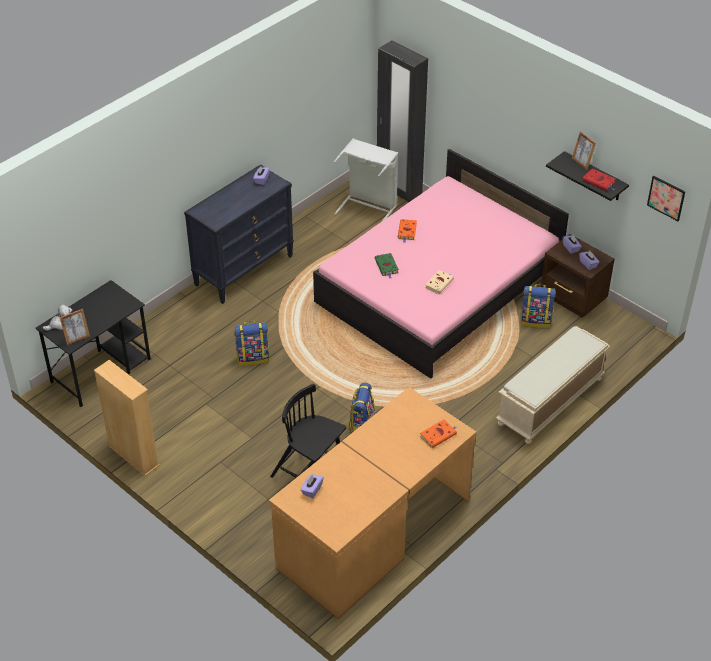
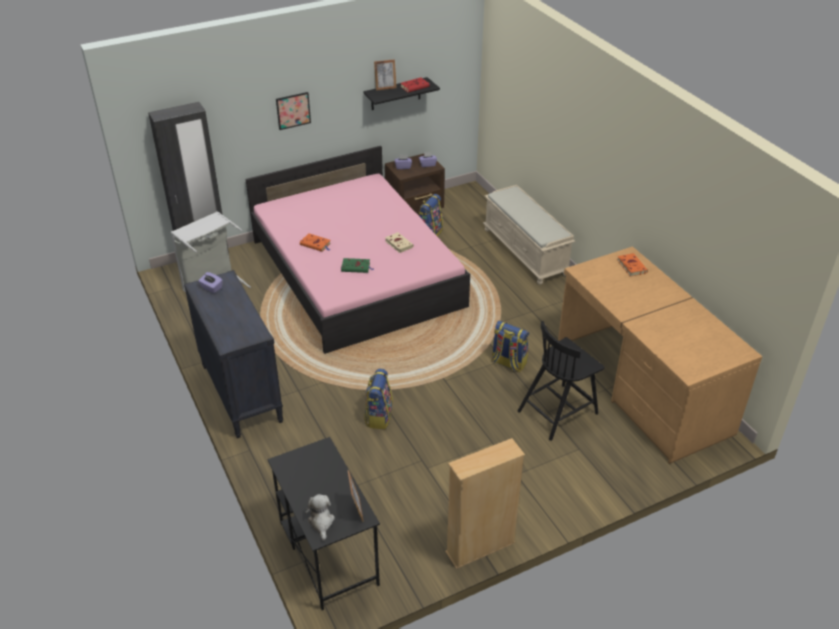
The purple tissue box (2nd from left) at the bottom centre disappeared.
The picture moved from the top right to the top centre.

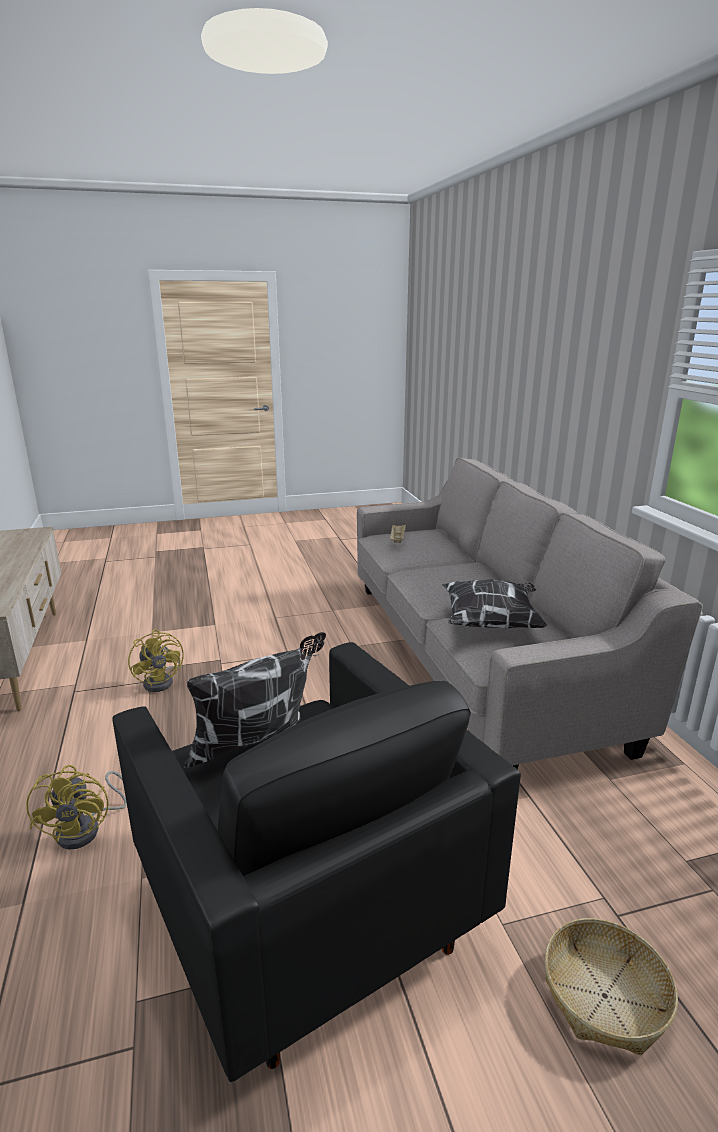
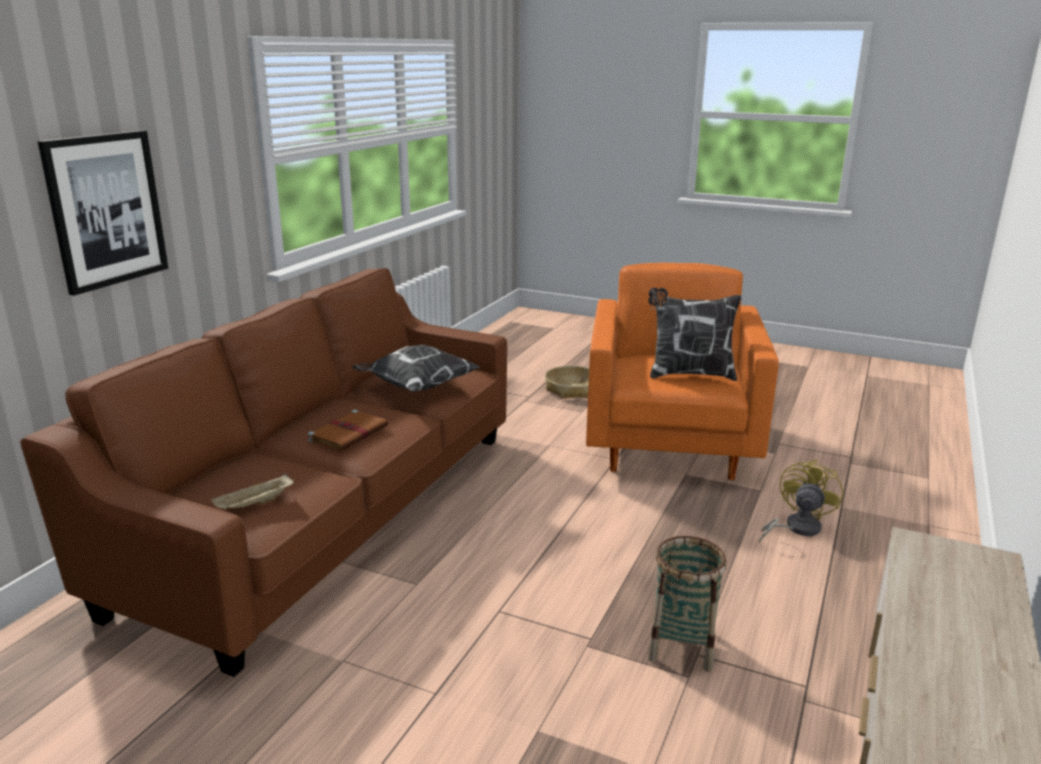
The picture at the top left appeared.
The brown book at the centre appeared.
The yellow fan (2nd from left) at the middle left was replaced by the basket (2nd from left) at the bottom centre.
The black armchair at the bottom centre became the orange armchair at the centre.
The grey sofa at the middle right became the brown sofa at the middle left.

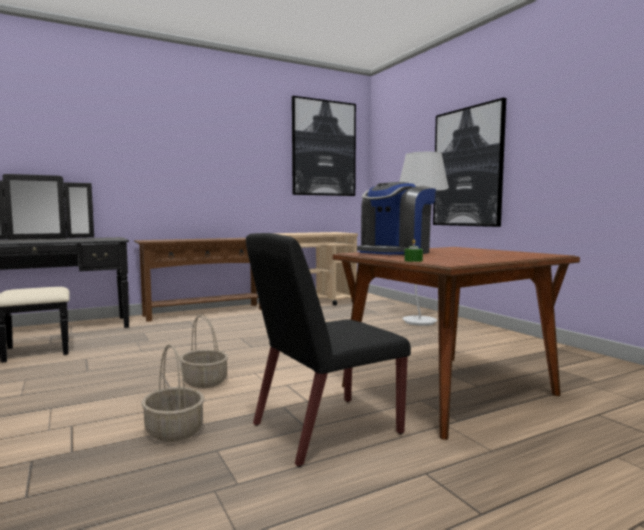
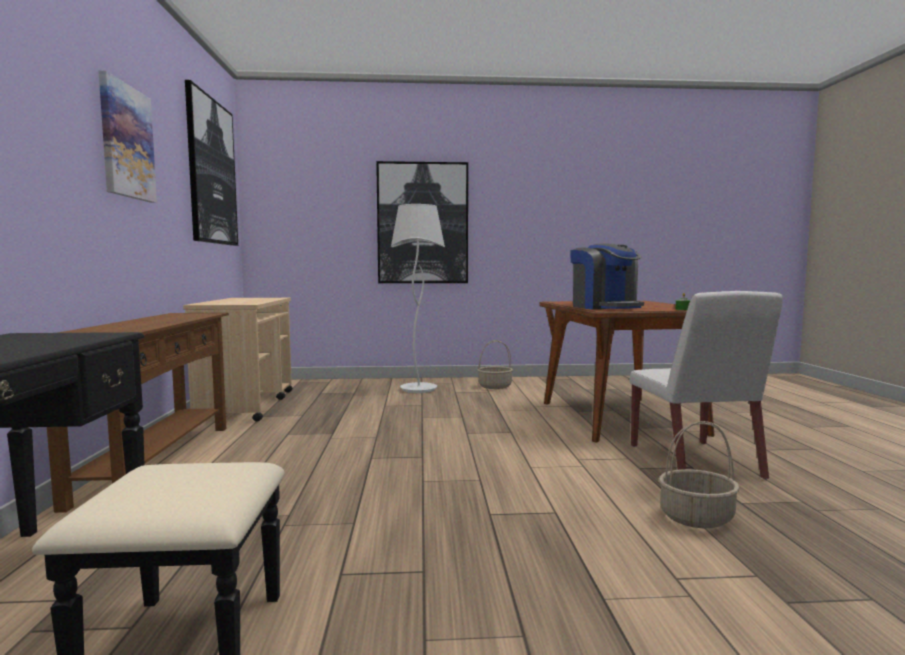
The picture (1st from left) at the top left appeared.
The basket (2nd from left in the first image) moved from the middle left to the centre.
The black chair at the centre became the white chair at the middle right.

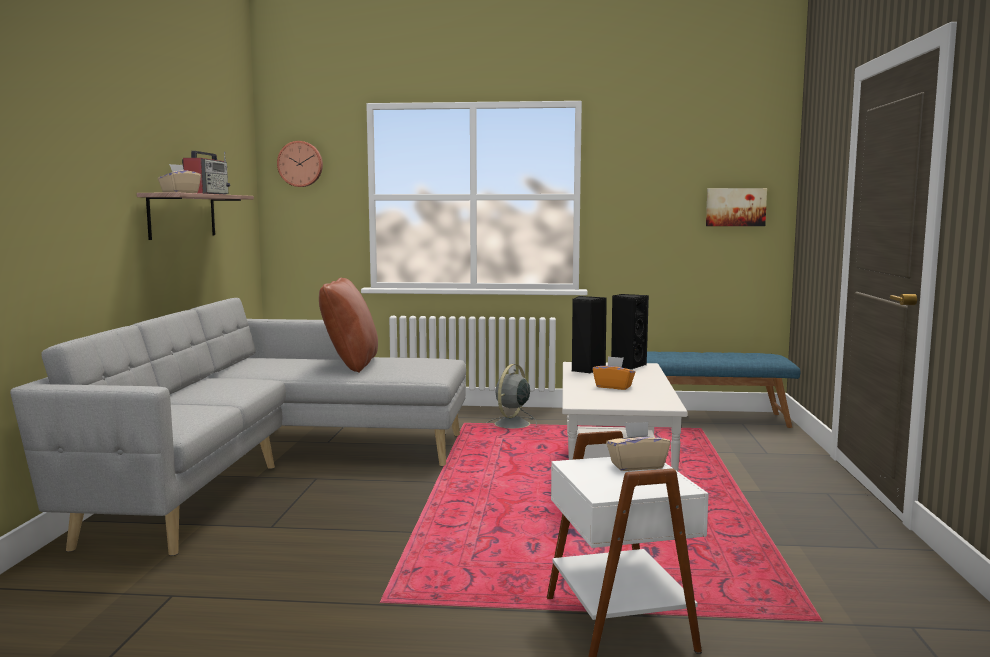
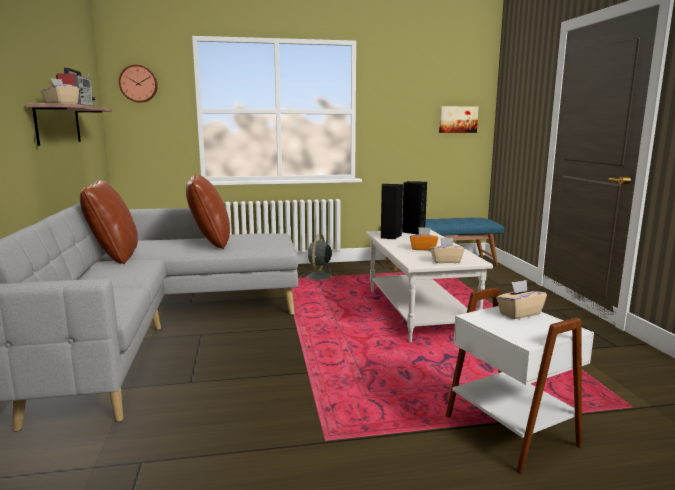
The brown pillow (1st from left) at the middle left appeared.
The beige tissue box (2nd from left) at the centre appeared.

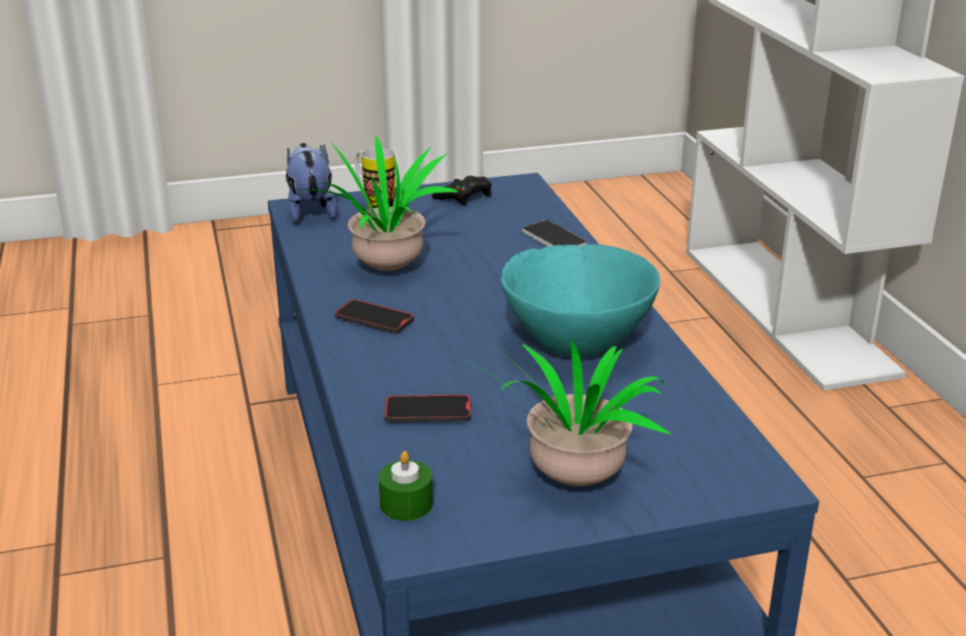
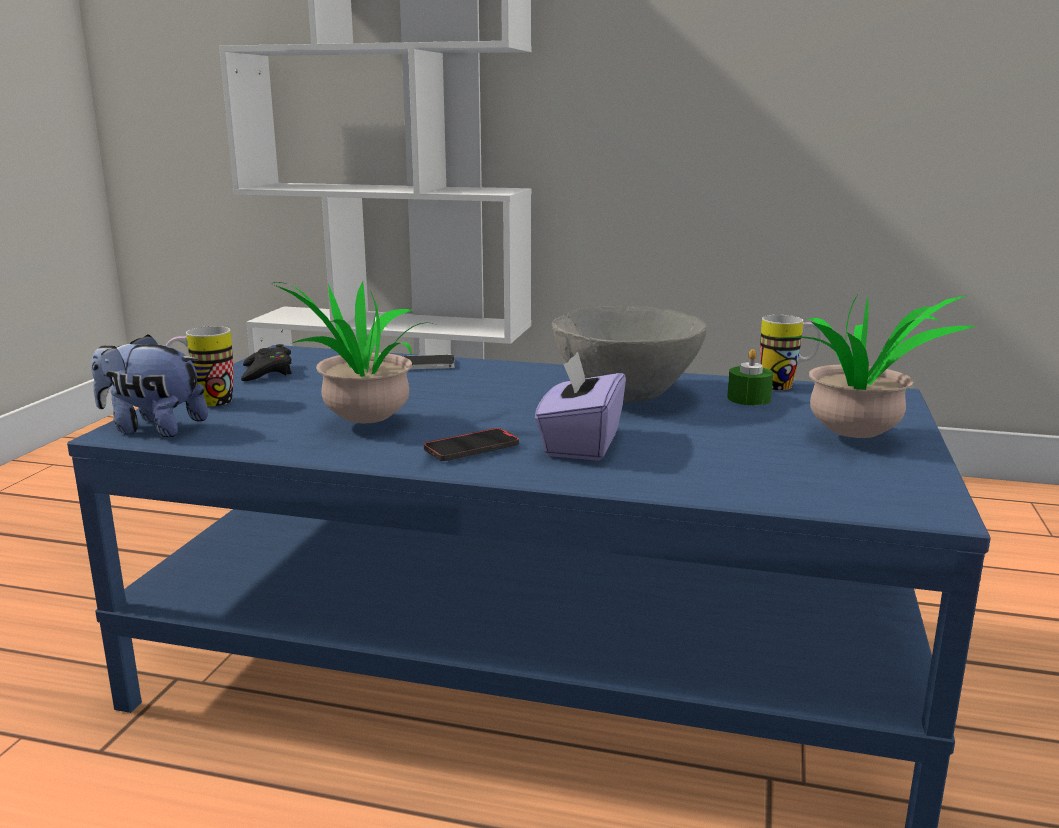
The phone (2nd from left) at the centre disappeared.
The purple tissue box at the centre appeared.
The mug (2nd from left) at the middle right appeared.
The green candle moved from the bottom centre to the middle right.
The turquoise bowl at the centre became the grey bowl at the centre.

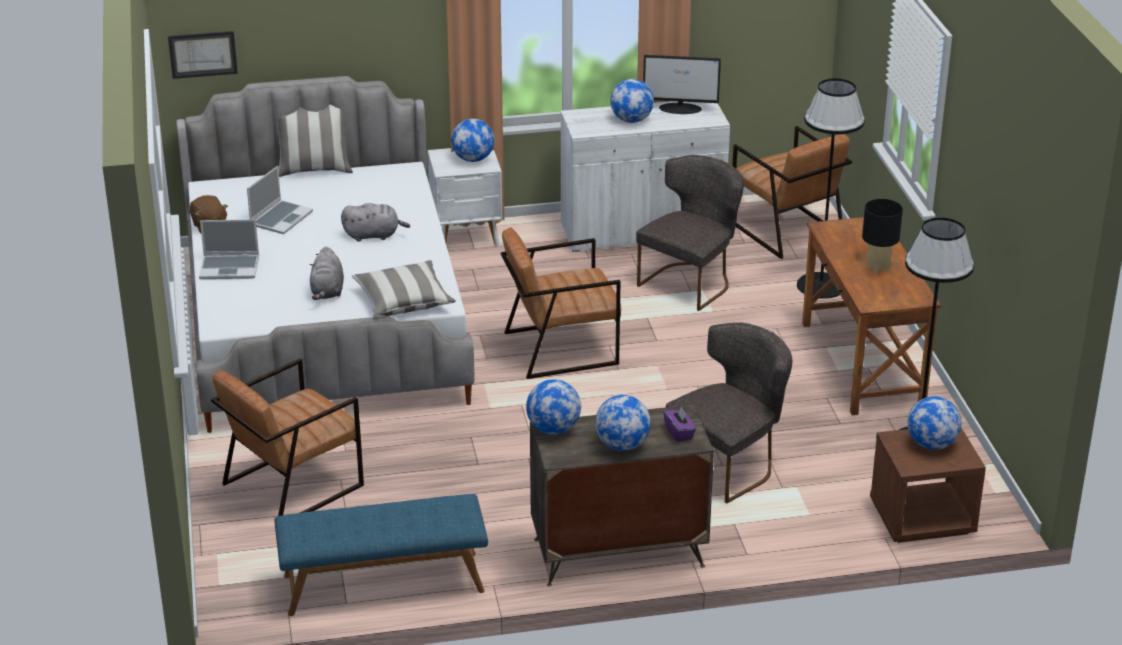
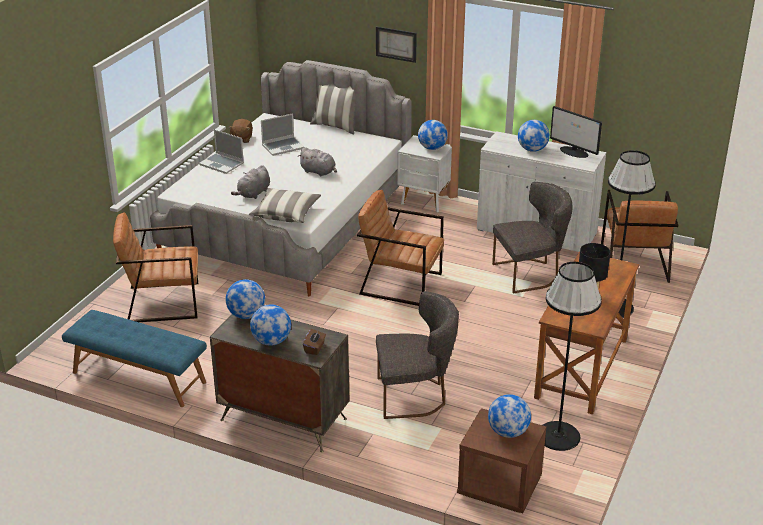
The picture moved from the top left to the top centre.
The purple tissue box at the centre became the brown tissue box at the centre.

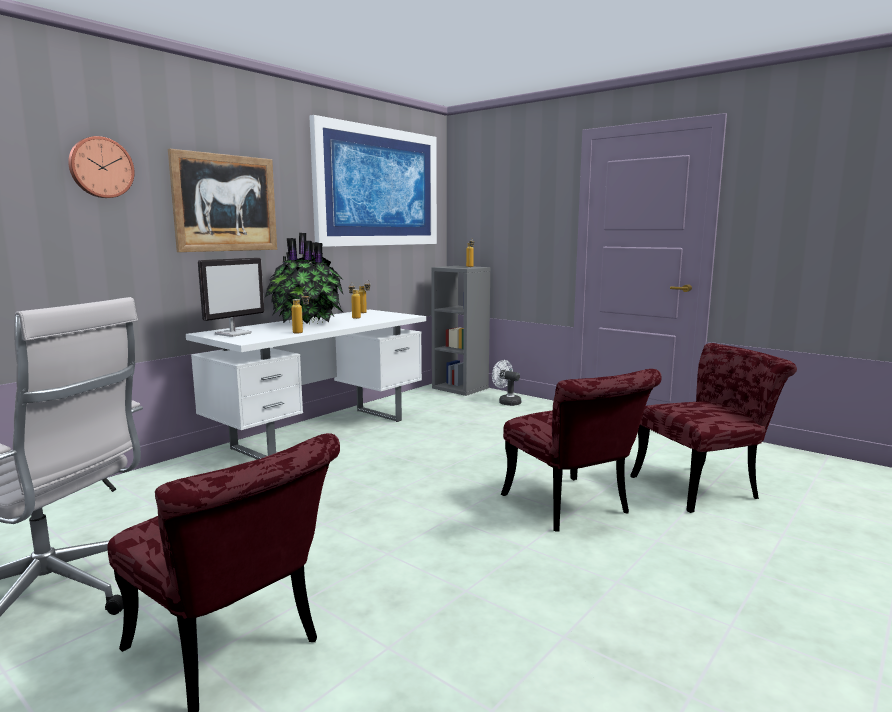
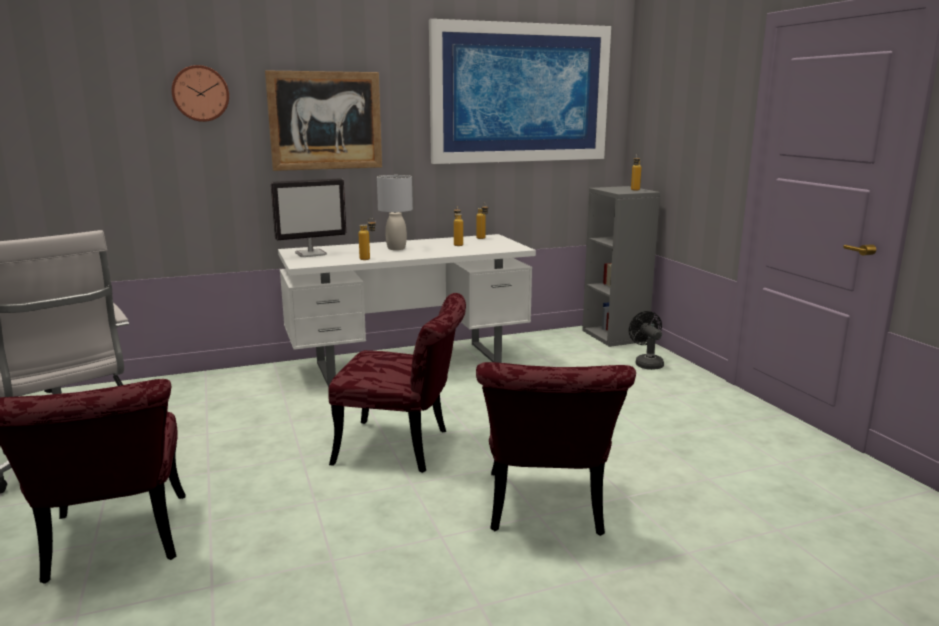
The red chair (3rd from left in the first image) moved from the middle right to the centre.
The potted plant at the centre was replaced by the grey table lamp at the centre.
The white fan at the centre became the black fan at the middle right.

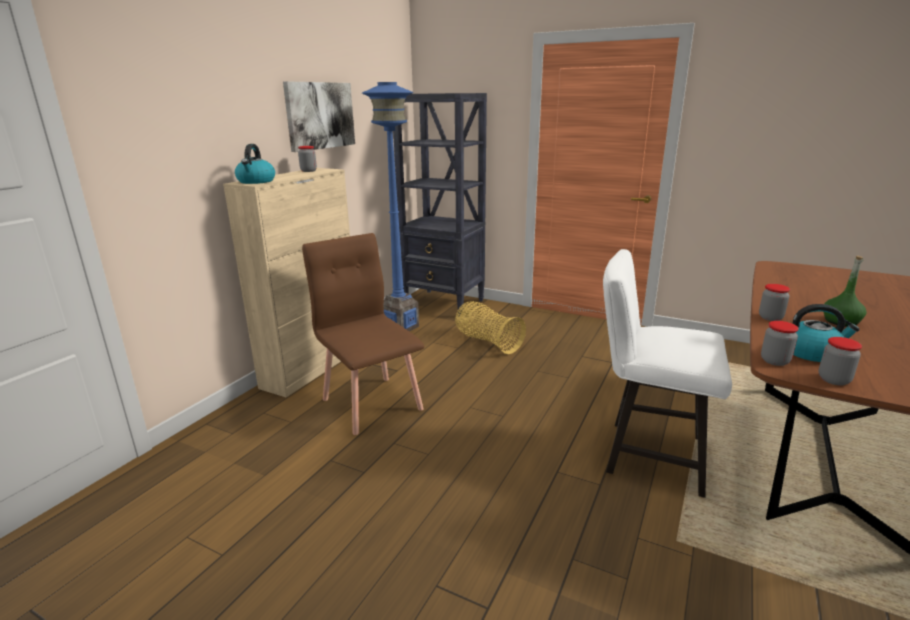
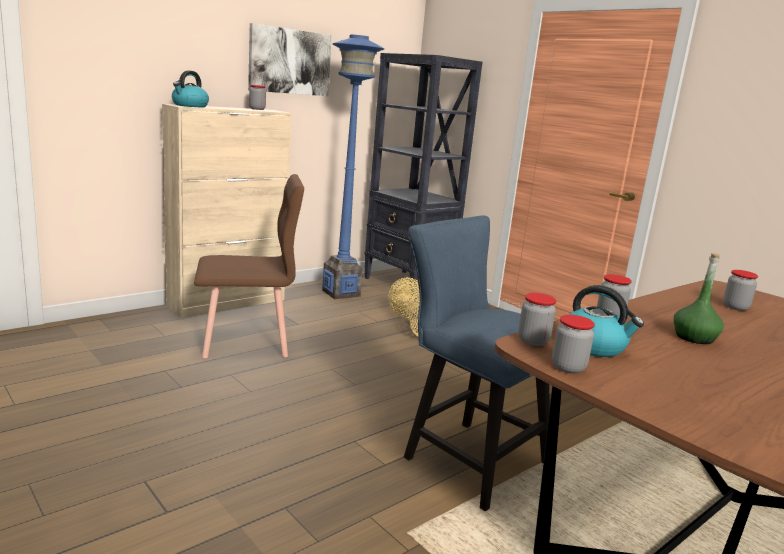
The jar (5th from left) at the middle right appeared.
The white chair at the middle right became the blue chair at the centre.
The brown chair at the centre turned 90 degrees clockwise.

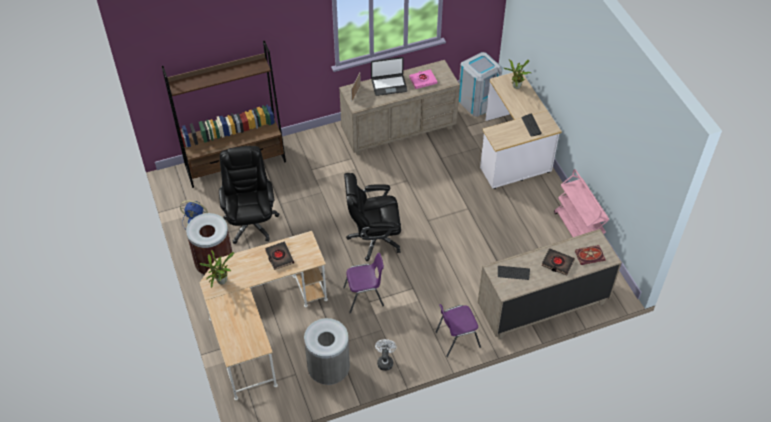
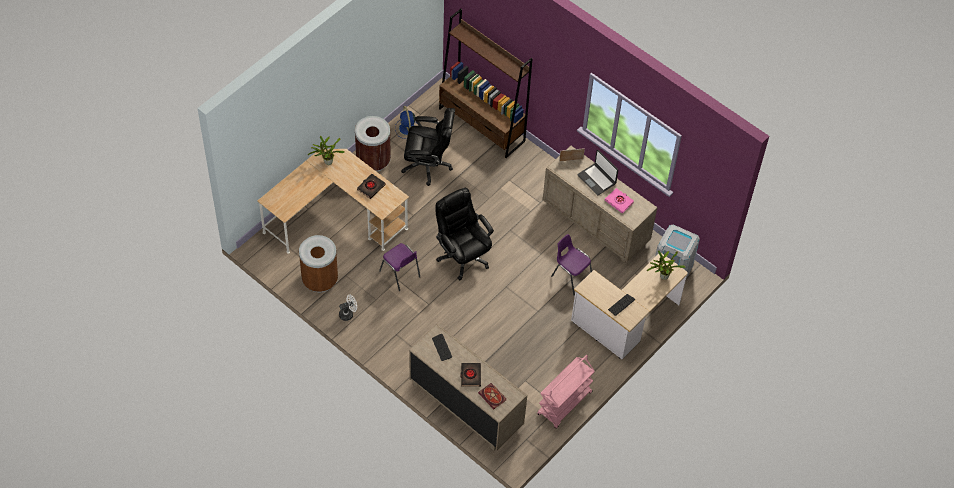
The purple chair (2nd from left) moved from the bottom centre to the centre.
The grey trash can (1st from left) at the bottom centre became the brown trash can (1st from left) at the centre.
The black office chair (1st from left) at the middle left turned 45 degrees clockwise.

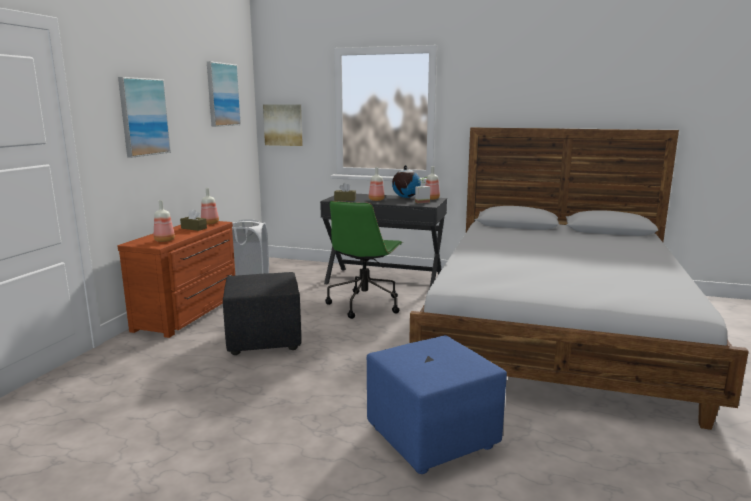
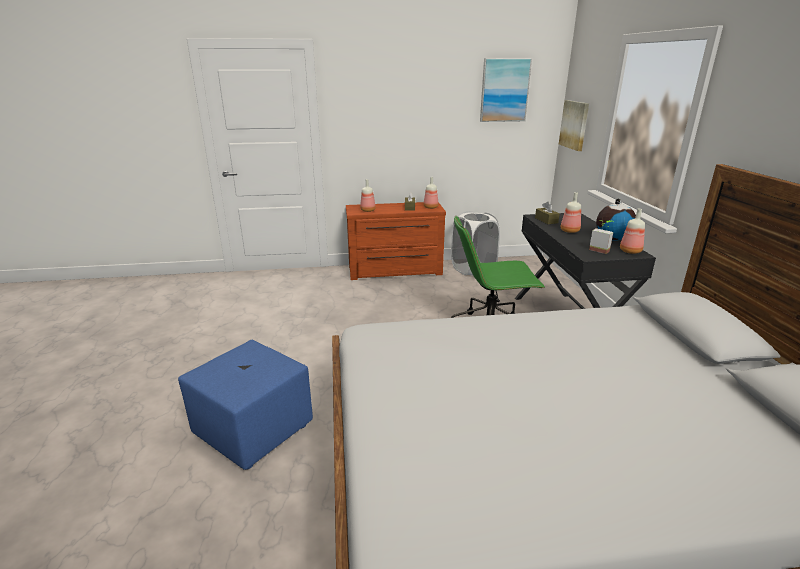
The picture (1st from left) at the top left disappeared.
The black ottoman at the centre disappeared.

